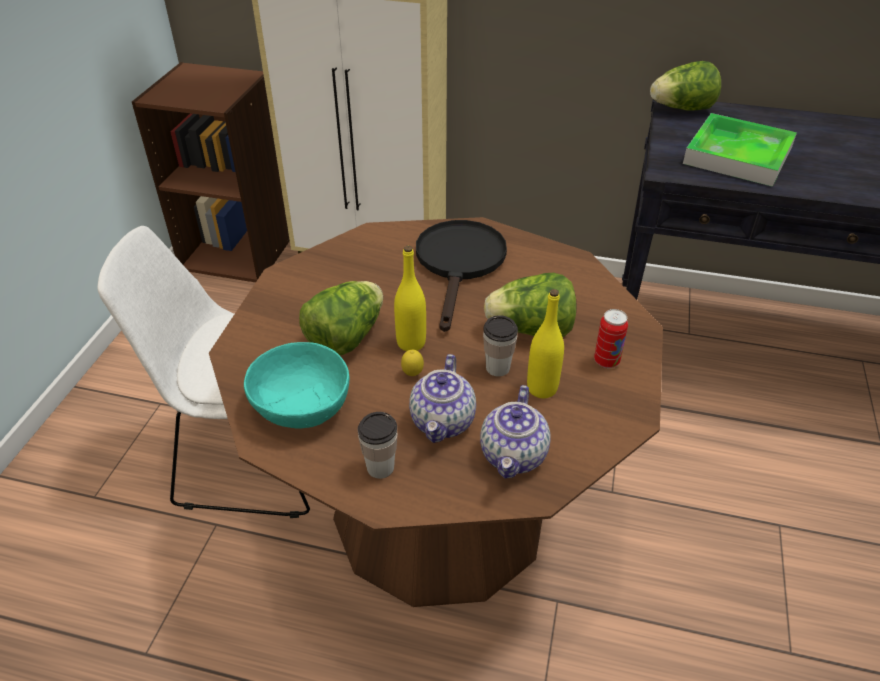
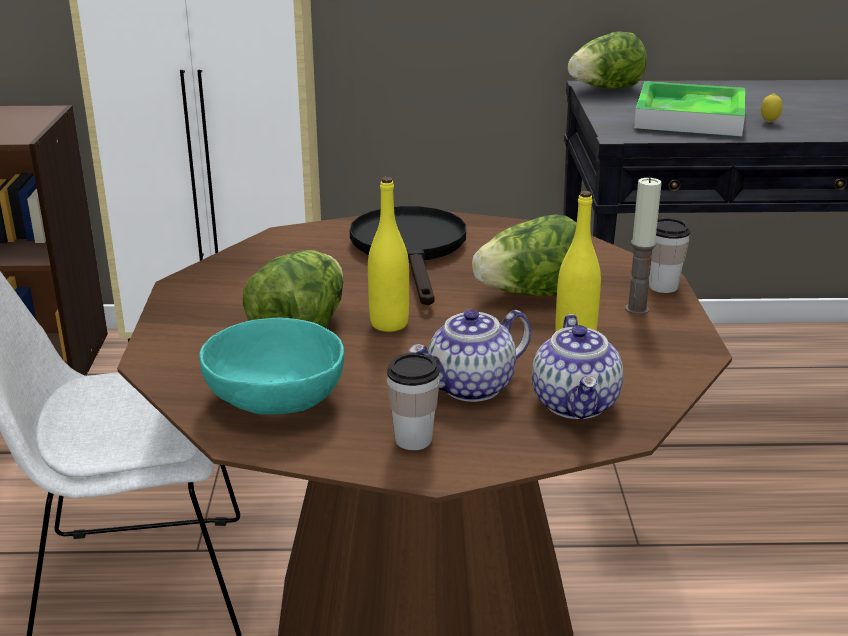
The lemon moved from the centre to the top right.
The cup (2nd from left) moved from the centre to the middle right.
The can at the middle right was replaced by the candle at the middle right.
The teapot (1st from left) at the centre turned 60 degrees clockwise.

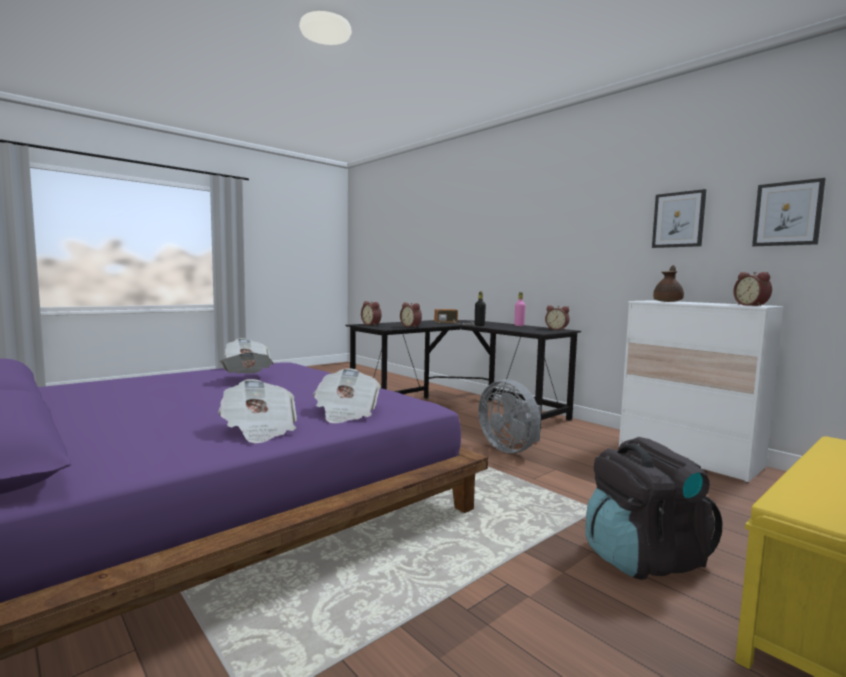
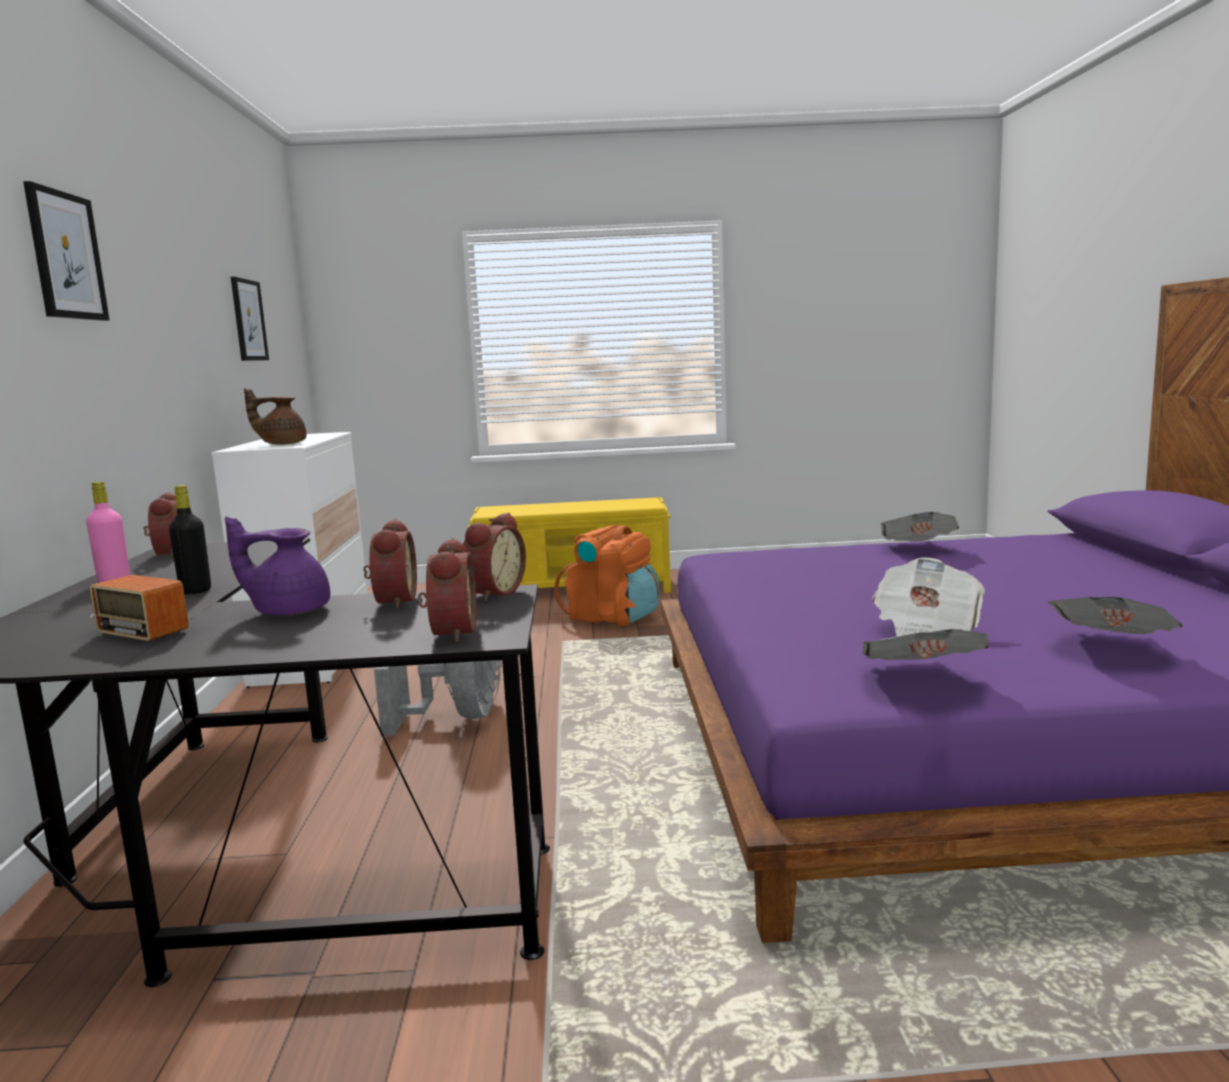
The purple teapot at the middle left appeared.
The newspaper (4th from left) moved from the centre to the middle right.
The picture (1st from left) moved from the top right to the top left.
The alarm clock (4th from left) moved from the middle right to the centre.
The black backpack at the bottom right became the orange backpack at the centre.

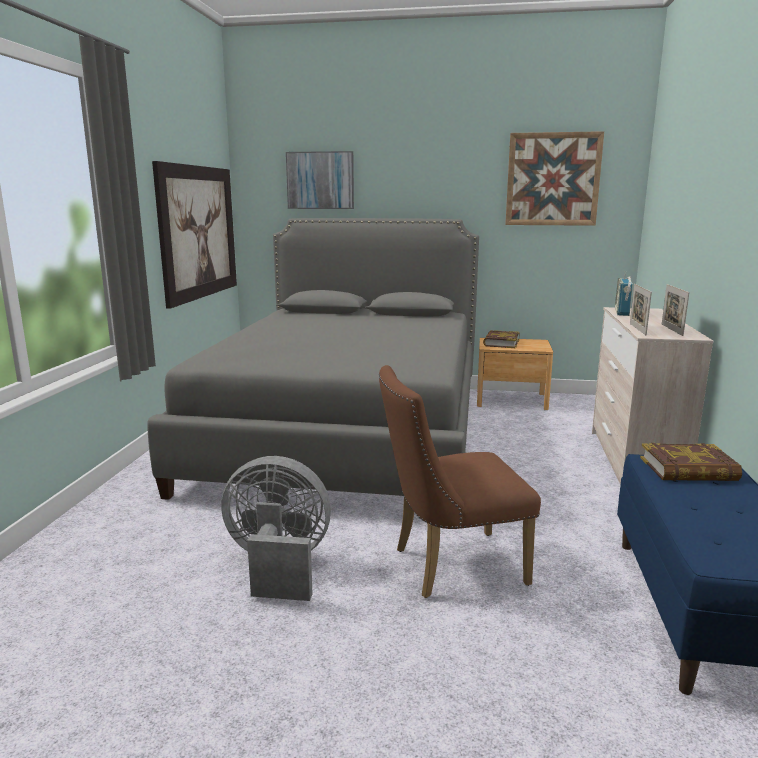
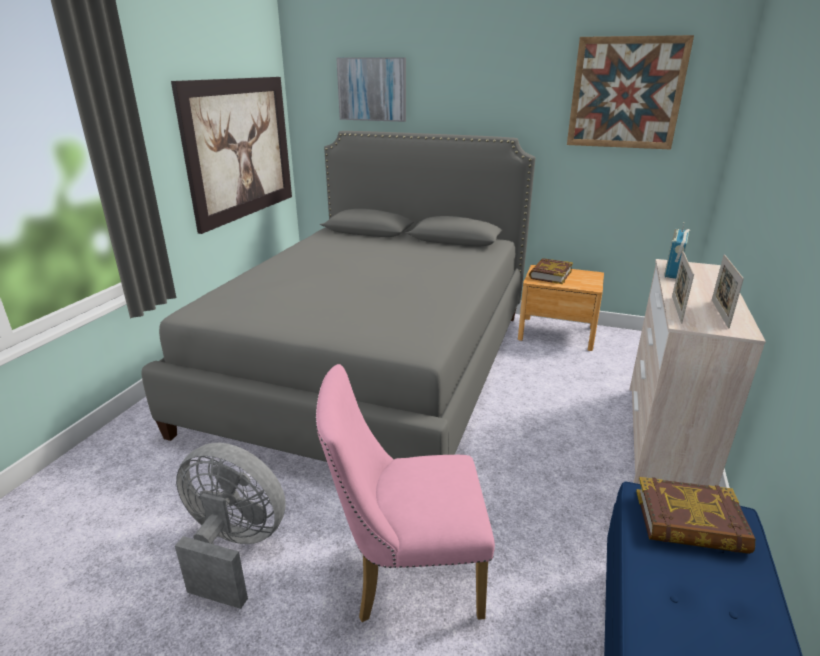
The brown chair at the centre became the pink chair at the bottom centre.

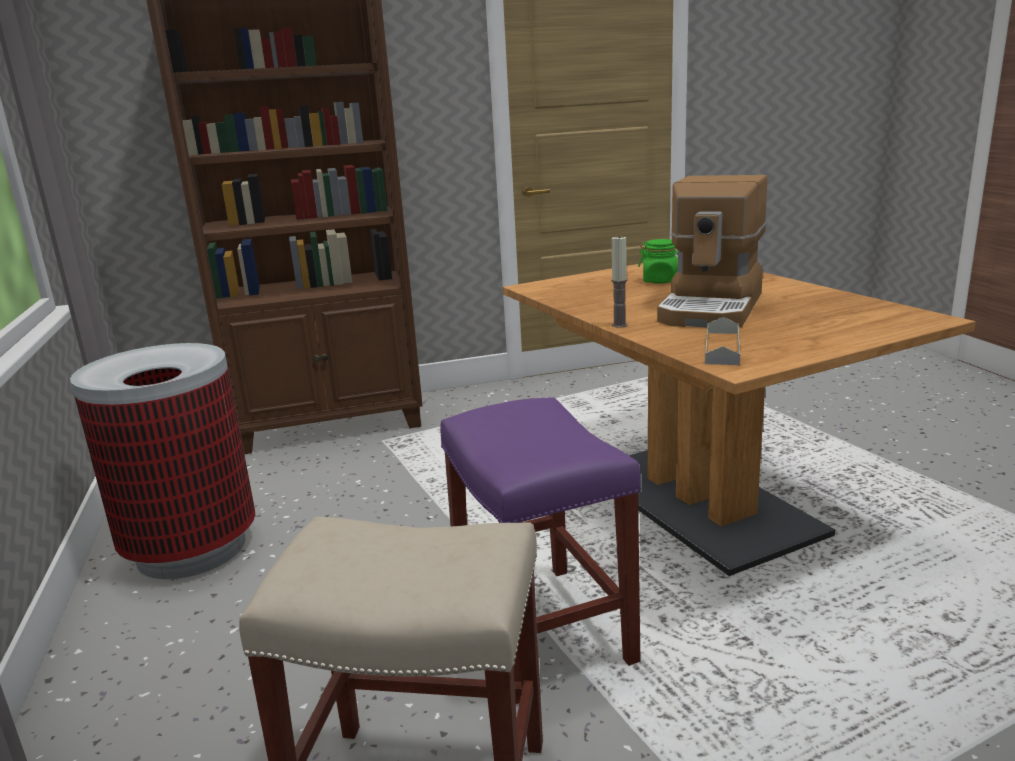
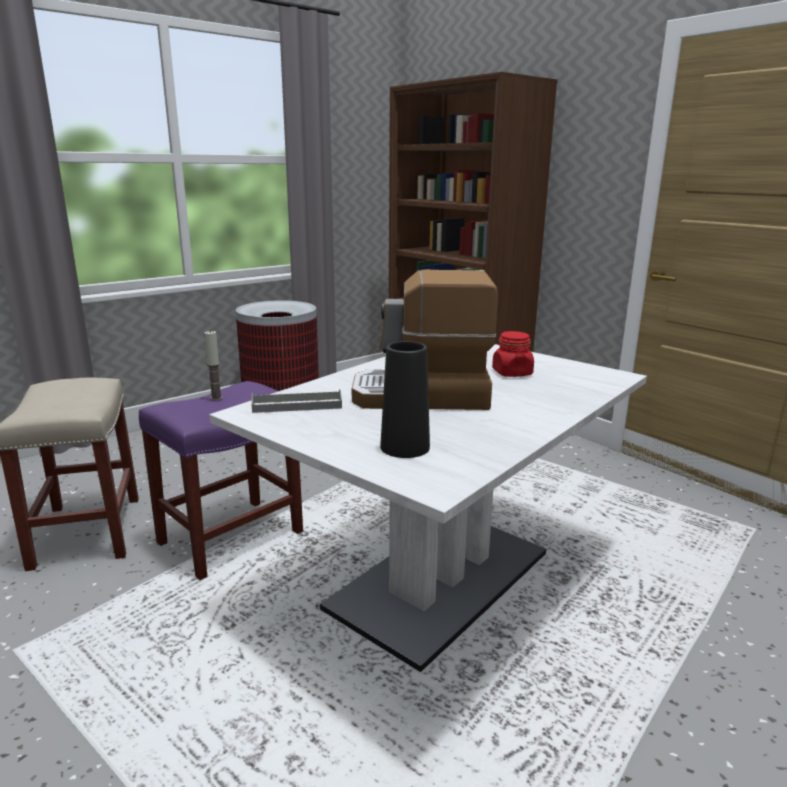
The black vase at the centre appeared.
The candle moved from the centre to the middle left.
The brown dining table at the middle right became the white dining table at the centre.
The green jar at the centre became the red jar at the centre.

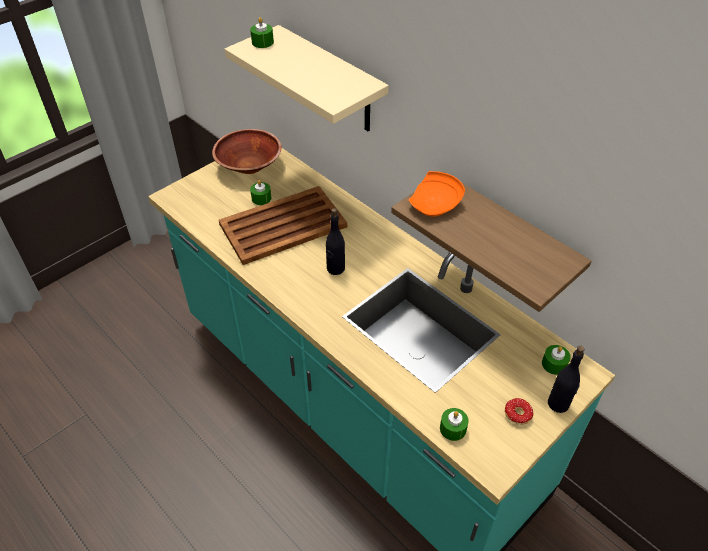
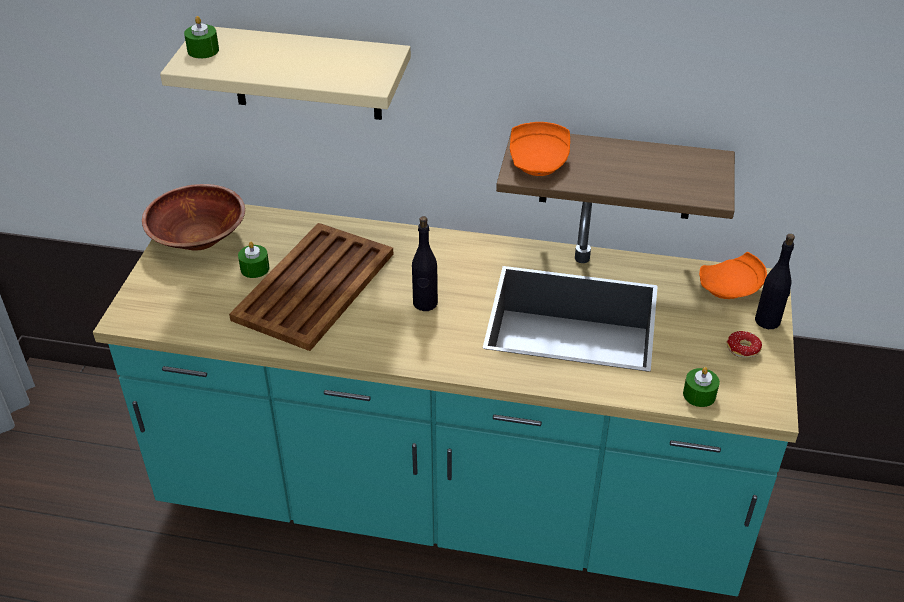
The green candle (4th from left) at the middle right was replaced by the orange plate (2nd from left) at the middle right.

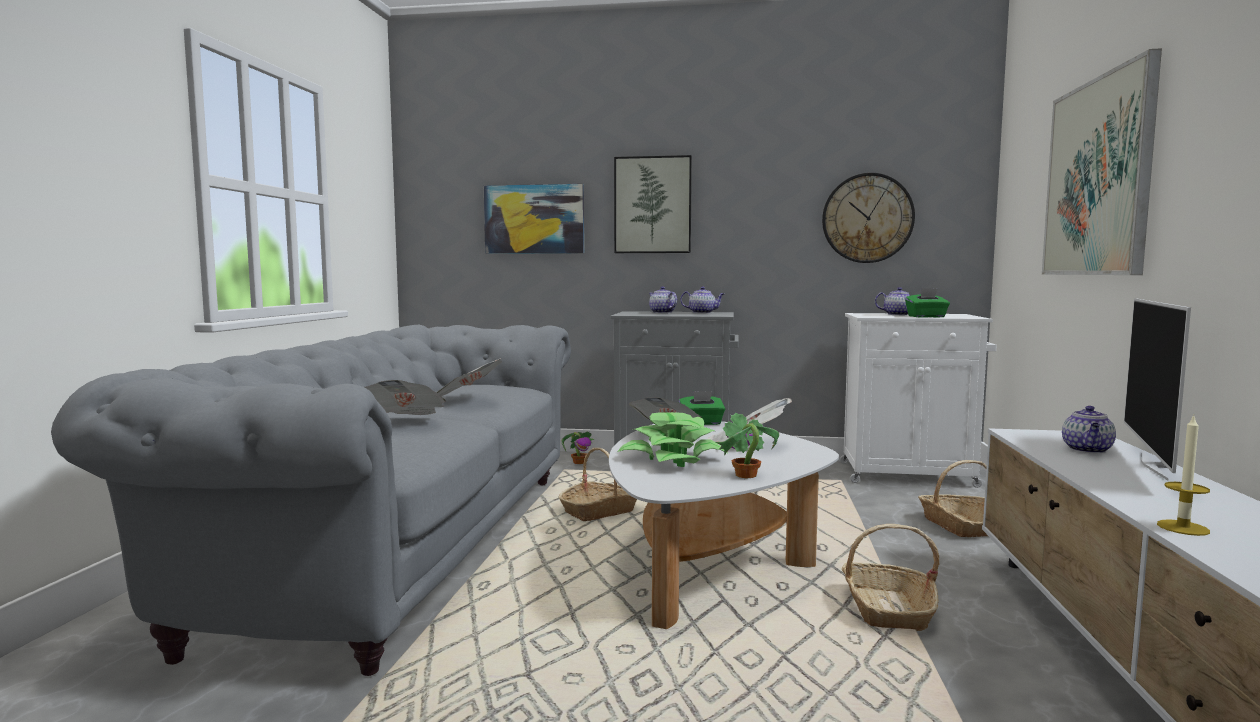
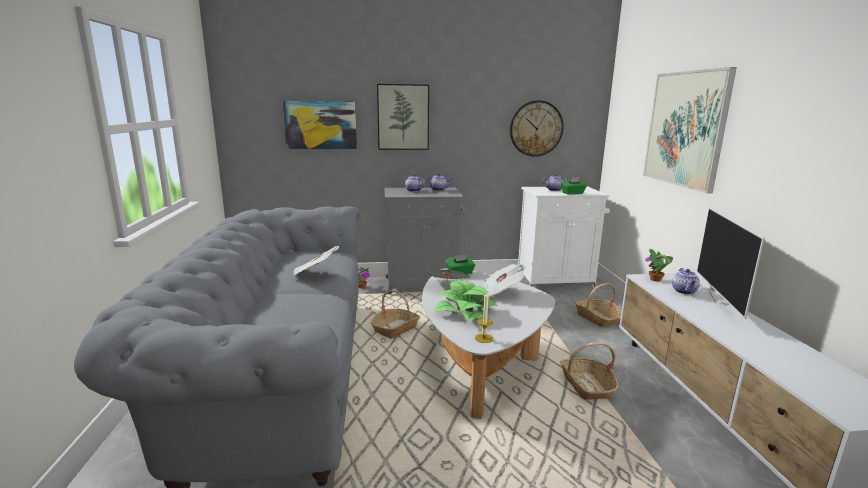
The newspaper (1st from left) at the middle left disappeared.
The potted plant (3rd from left) moved from the centre to the middle right.
The candle moved from the middle right to the centre.

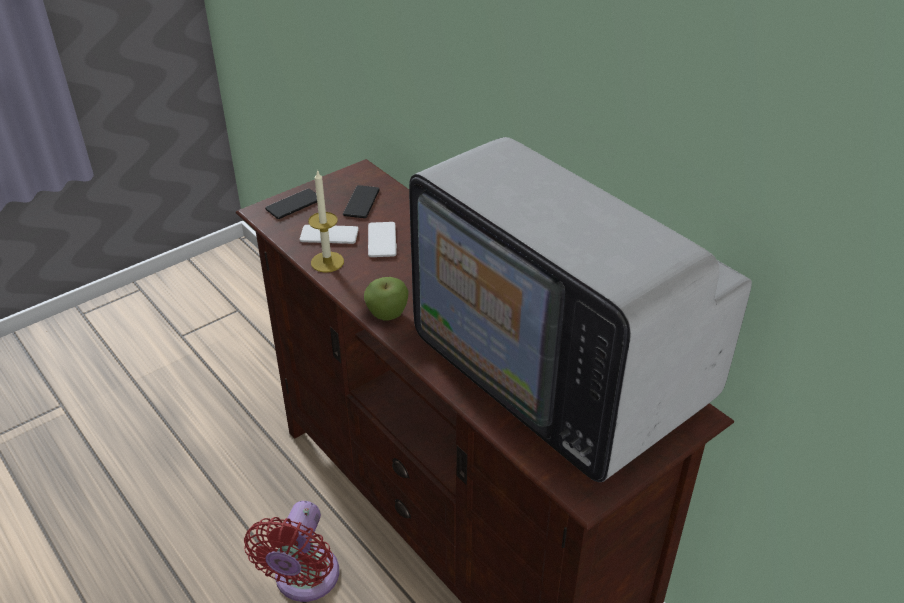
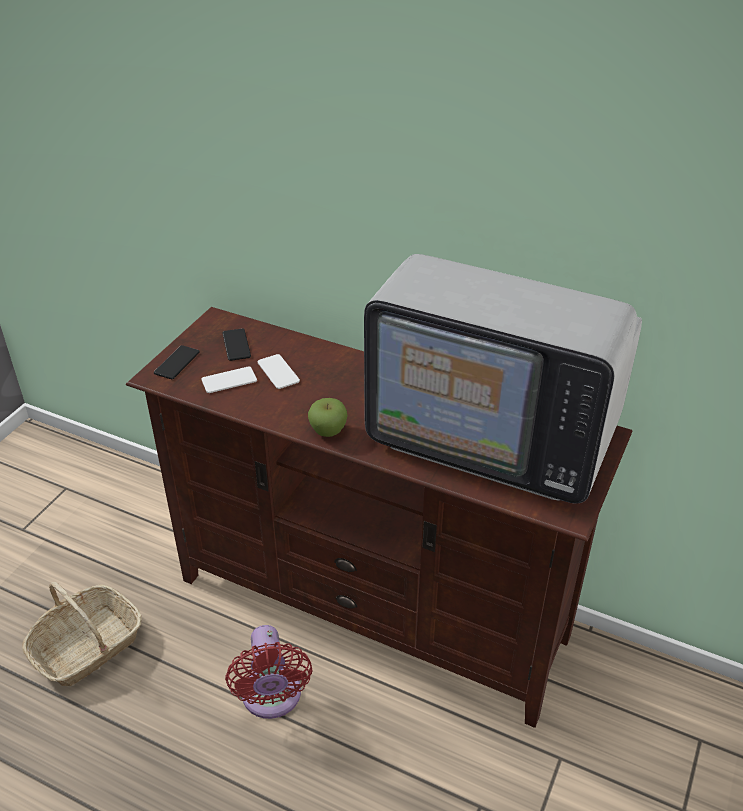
The candle at the centre disappeared.
The basket at the bottom left appeared.

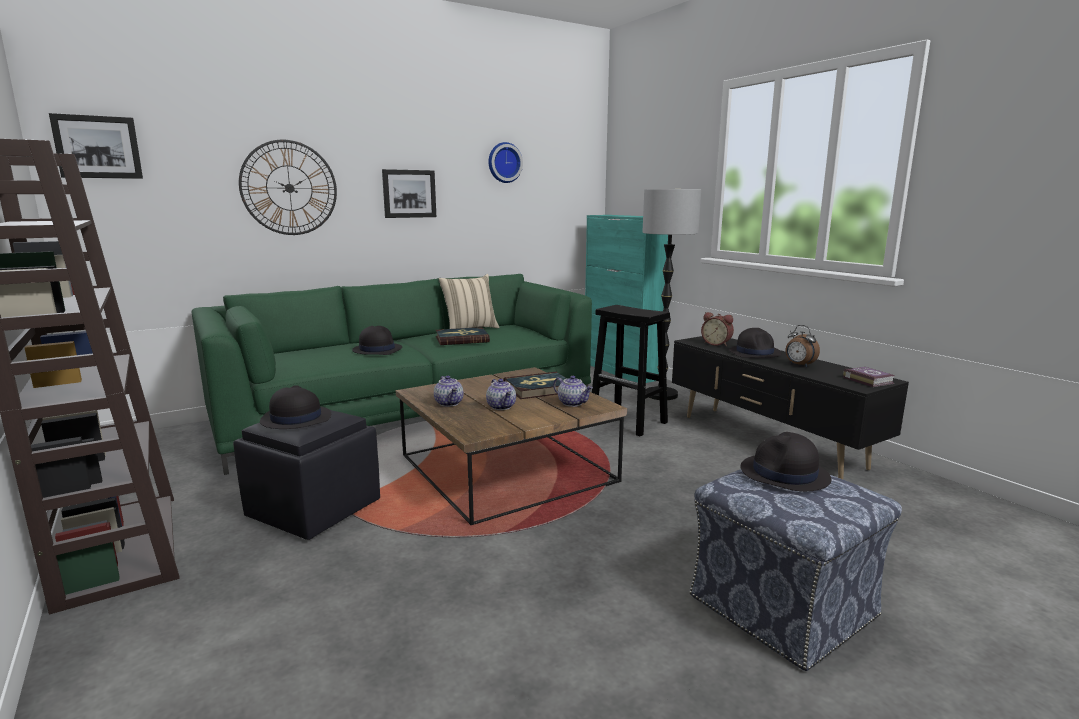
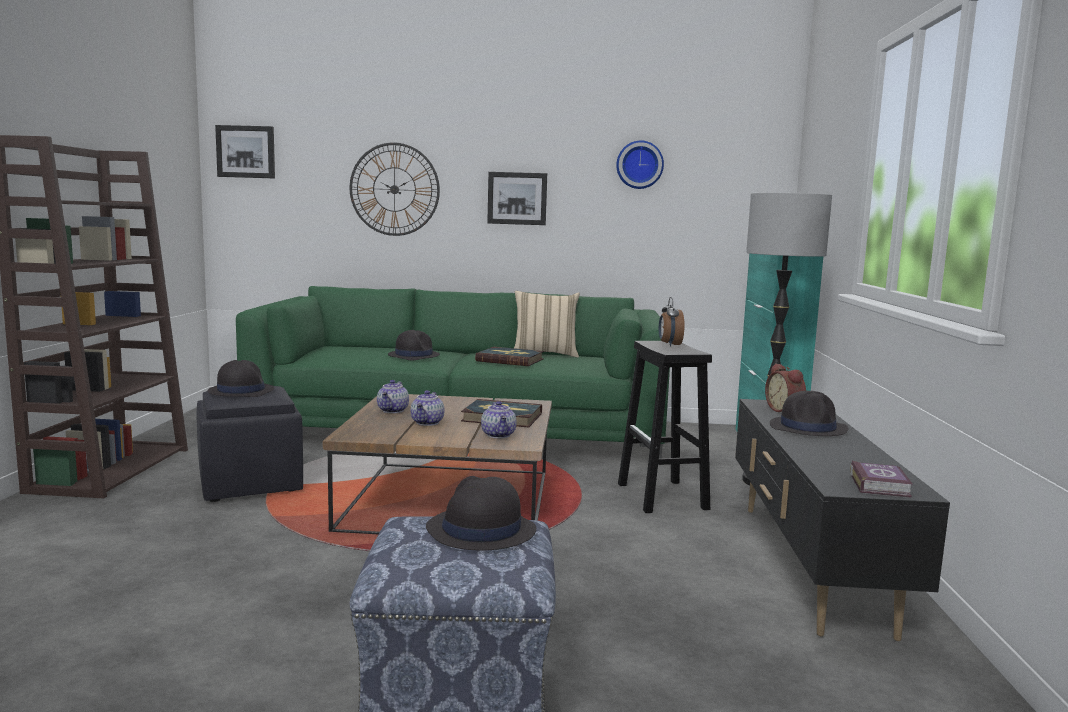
The alarm clock (2nd from left in the first image) moved from the middle right to the centre.

